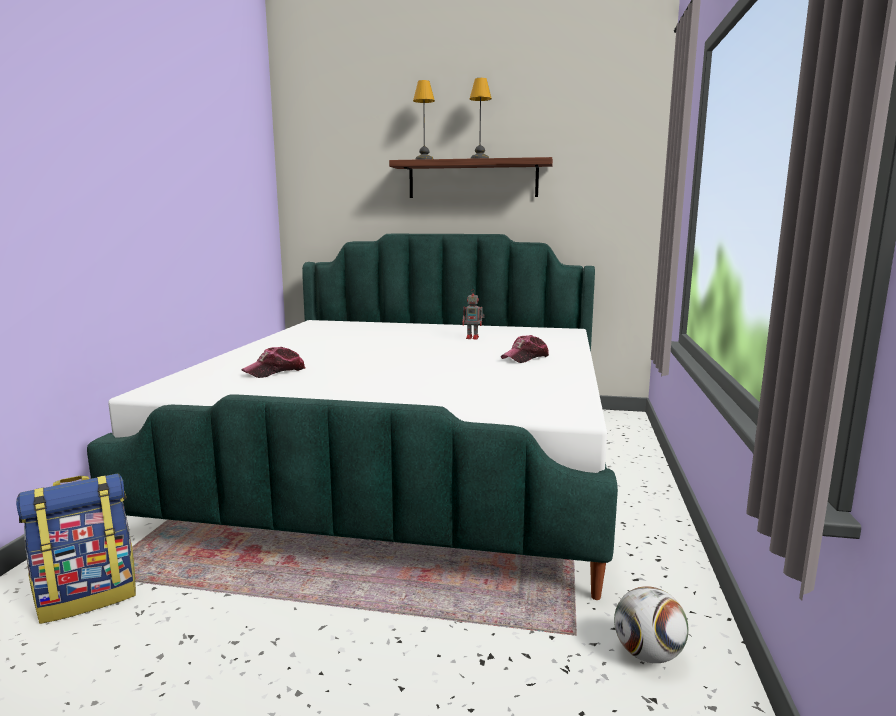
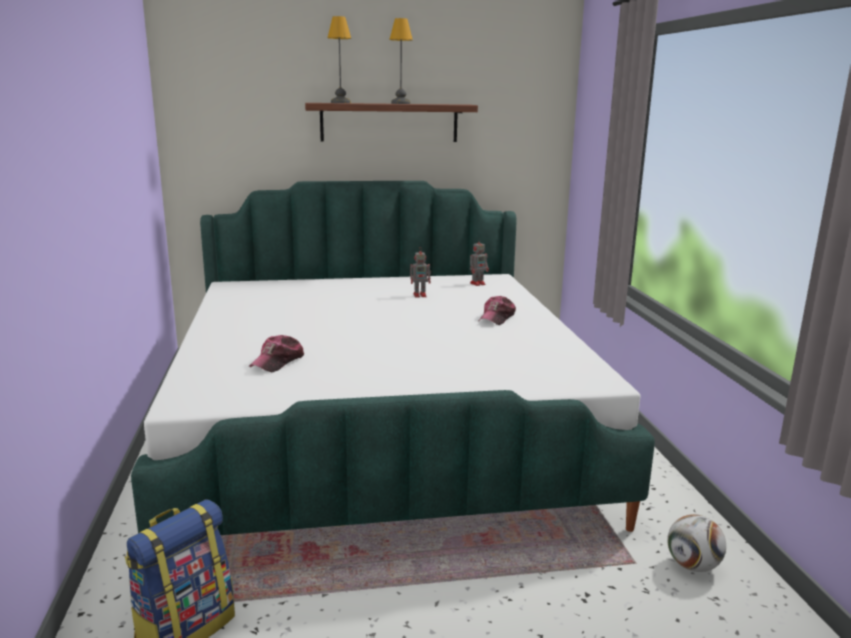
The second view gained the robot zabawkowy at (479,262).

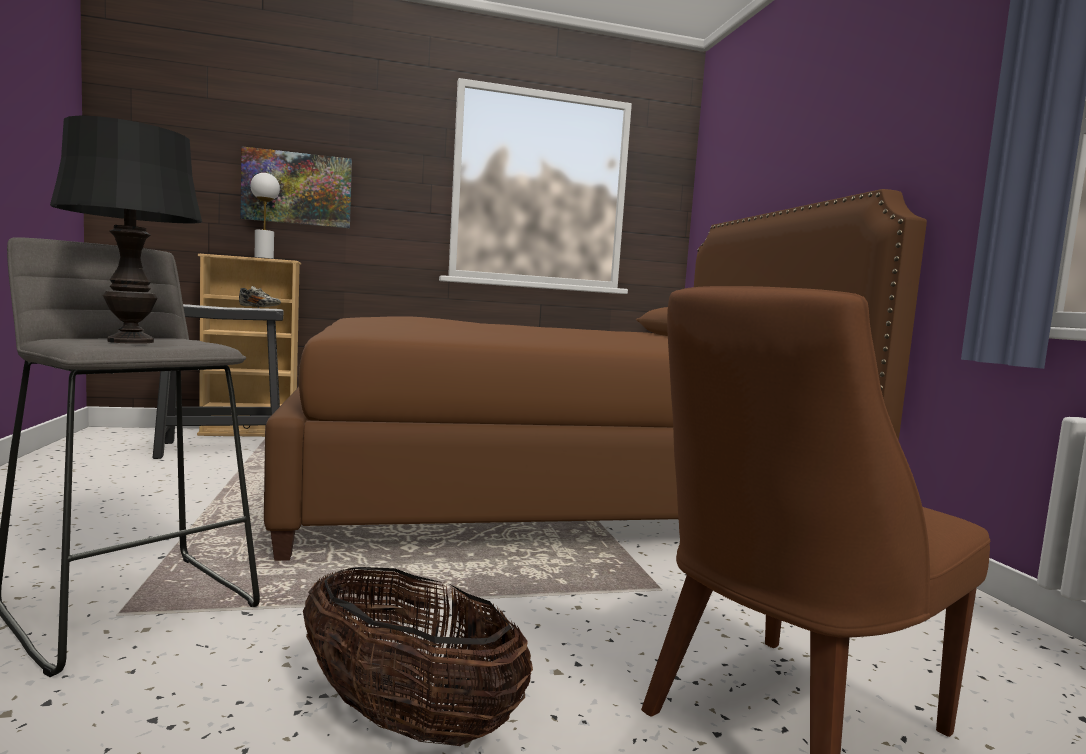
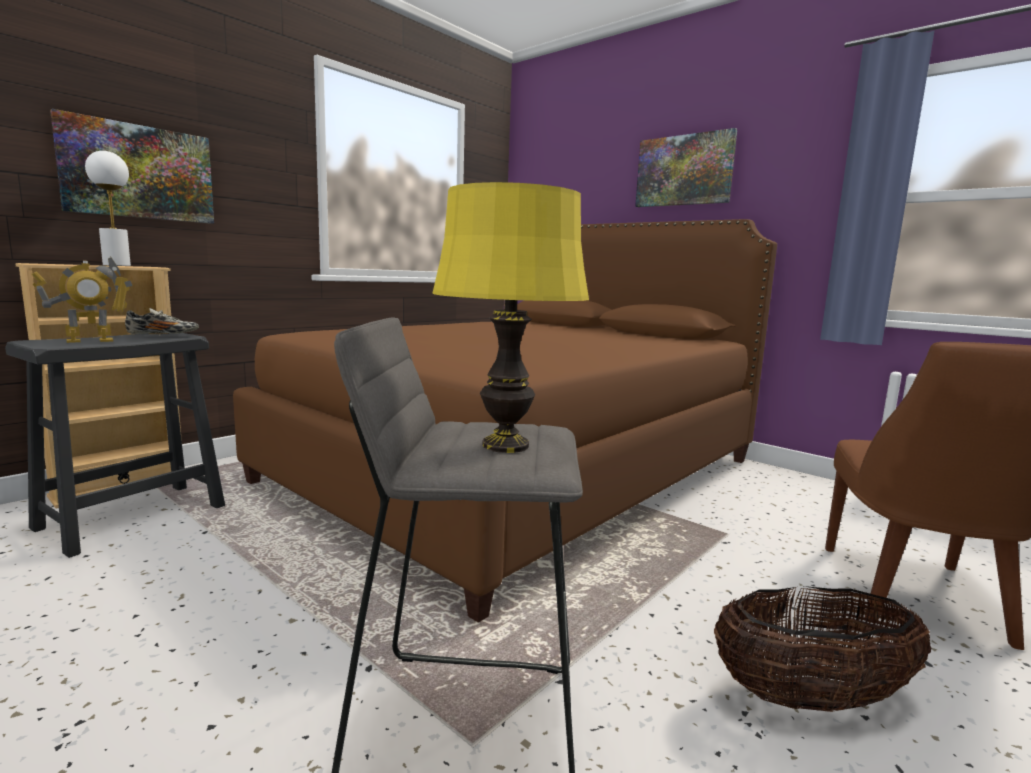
What was the lampa stołowa [czarny] at (126,229) turned into the lampa stołowa [żółty] at (511,317).
The second view gained the obraz at (686,167).
The second view gained the robot zabawkowy at (82,299).

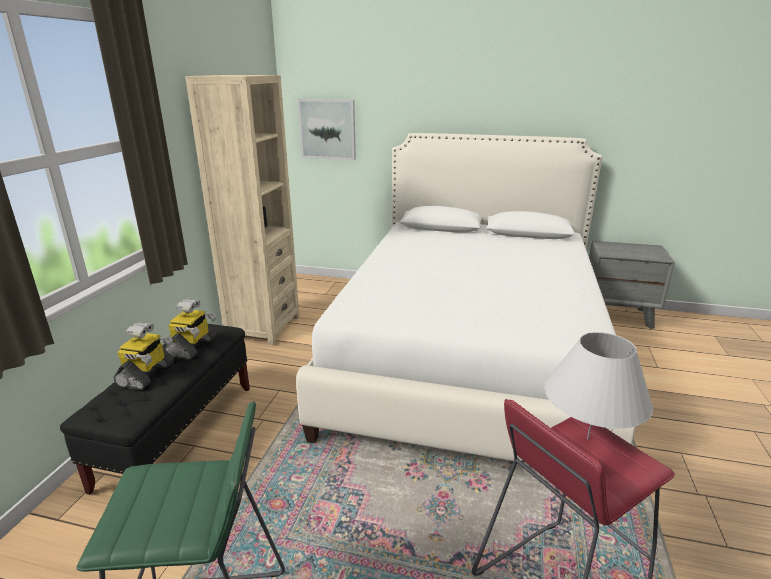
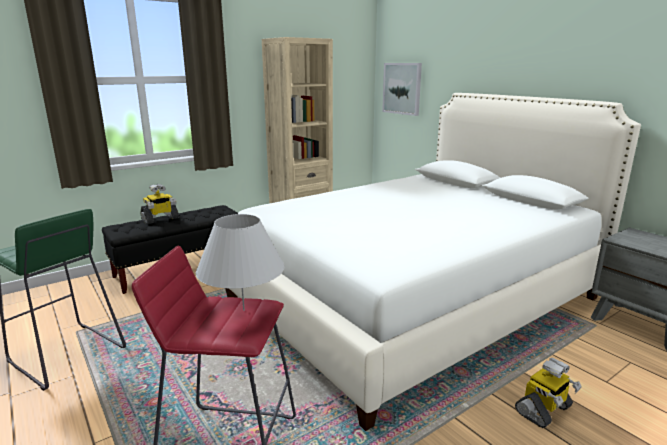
The robot zabawkowy ended up elsewhere, having gone from (190,329) to (548,393).

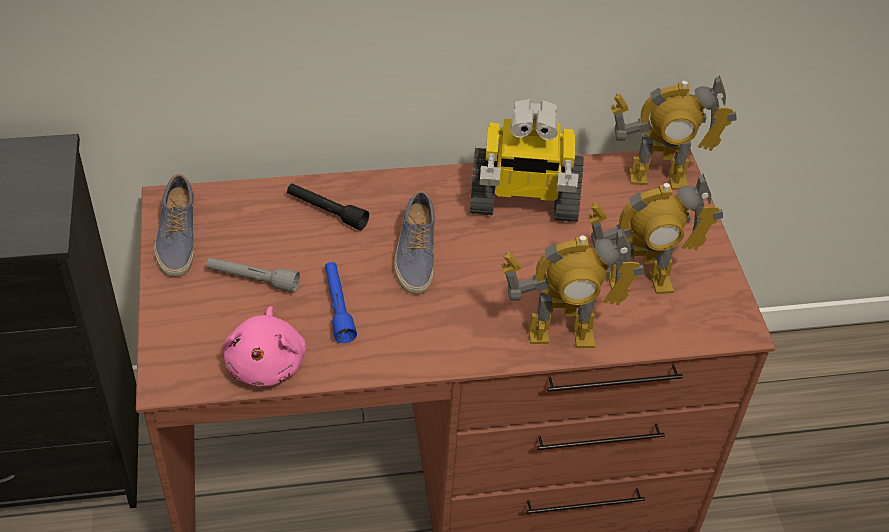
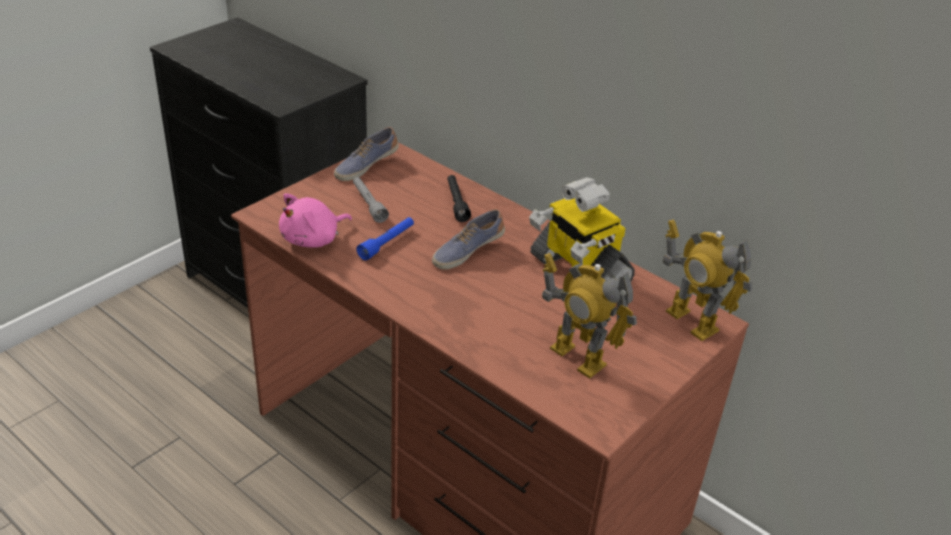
The second view lost the robot zabawkowy at (572,288).

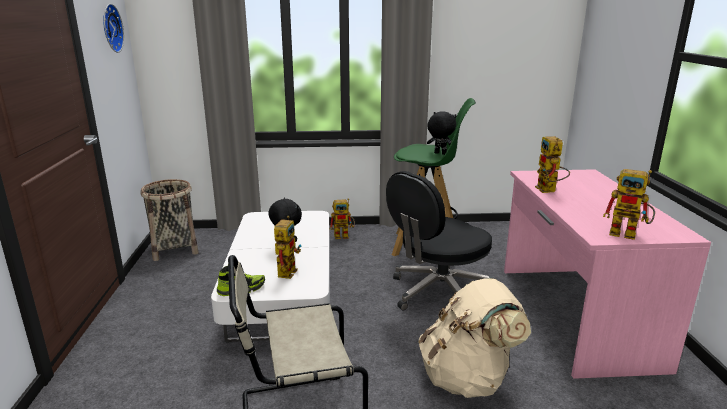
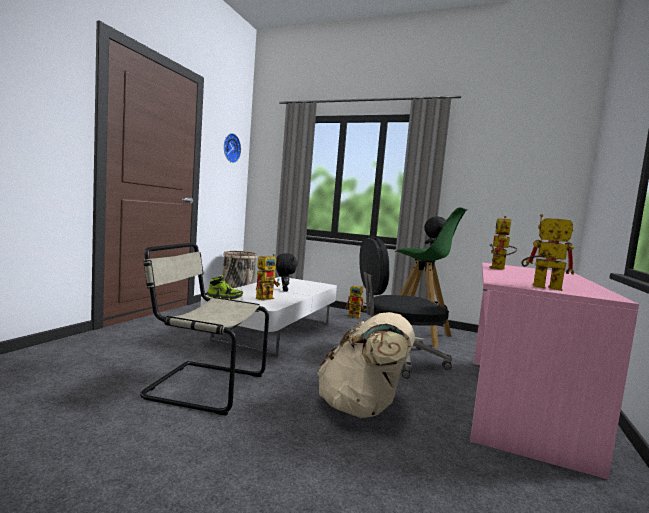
The robot zabawkowy at (629,204) ended up facing another way, 150 degrees clockwise from before.

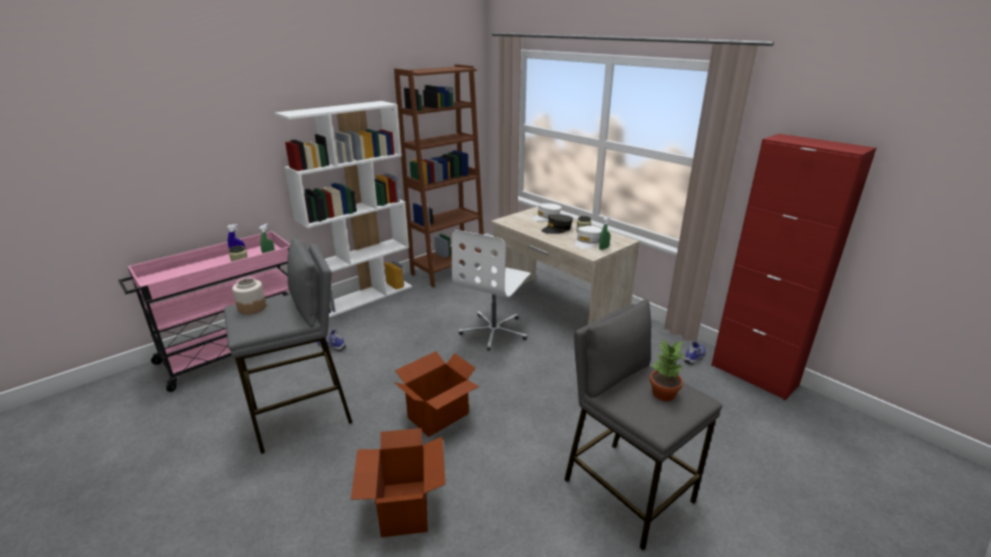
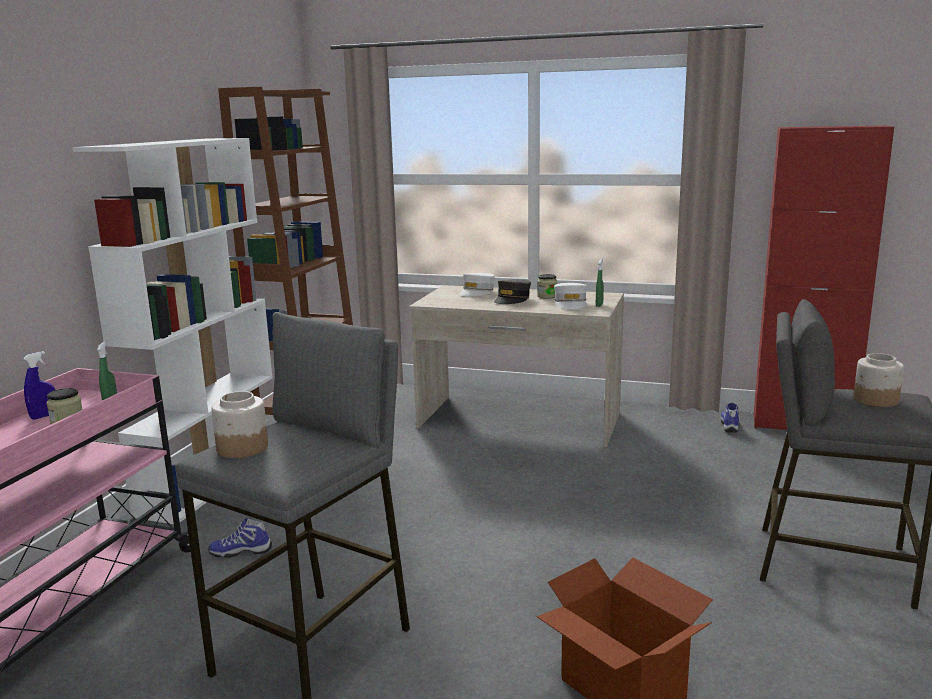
The second view lost the krzesło biurowe [biały] at (491,290).
Where the roślina doniczkowa stood at (668,370), the słoik came to stand at (879,380).
The second view lost the karton at (436,394).

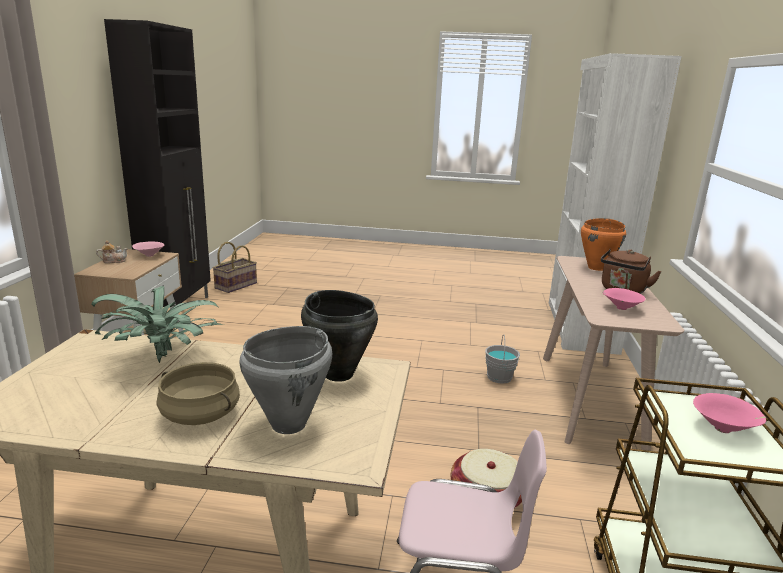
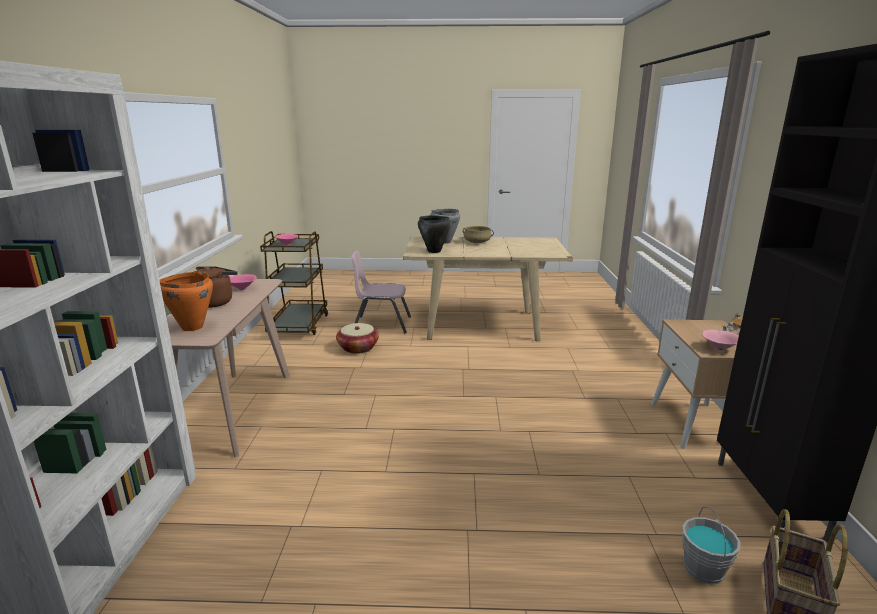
The second view lost the roślina doniczkowa at (157,324).
The wiadro [szary] ended up elsewhere, having gone from (502,359) to (711,545).

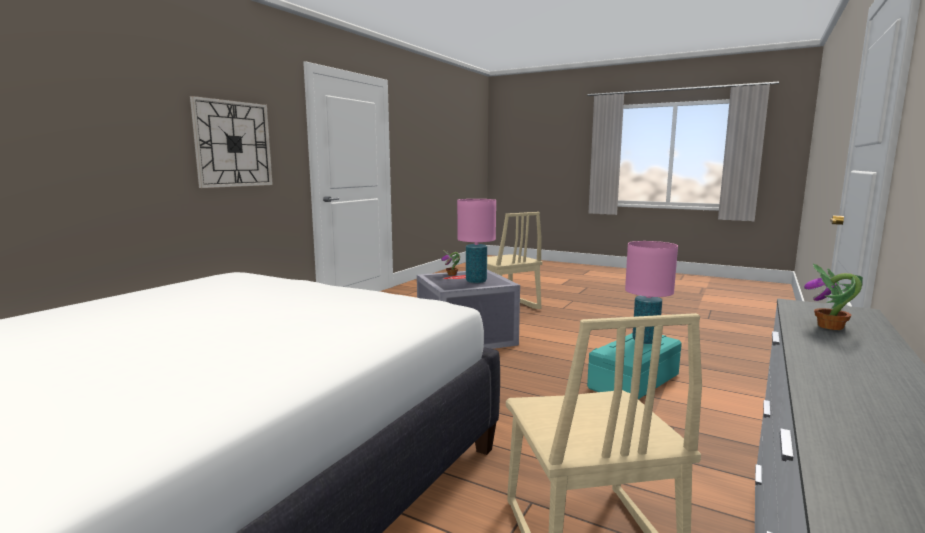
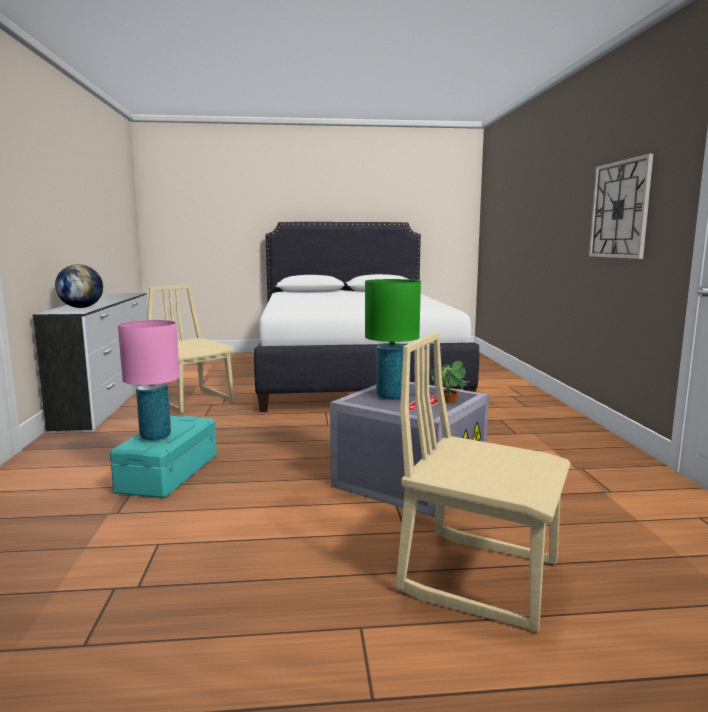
What was the lampa stołowa [różowy] at (476,241) turned into the lampa stołowa [zielony] at (393,339).
Where the roślina doniczkowa stood at (833,297), the globus came to stand at (79,286).

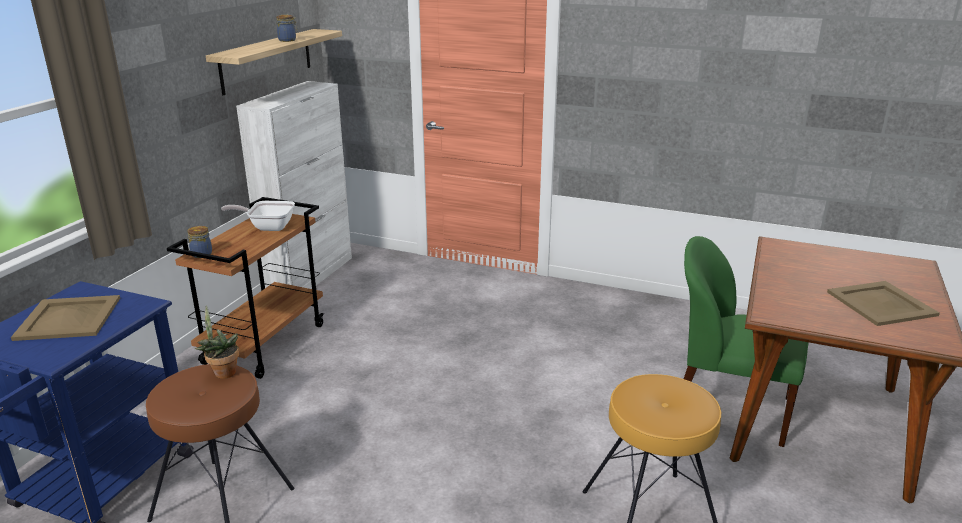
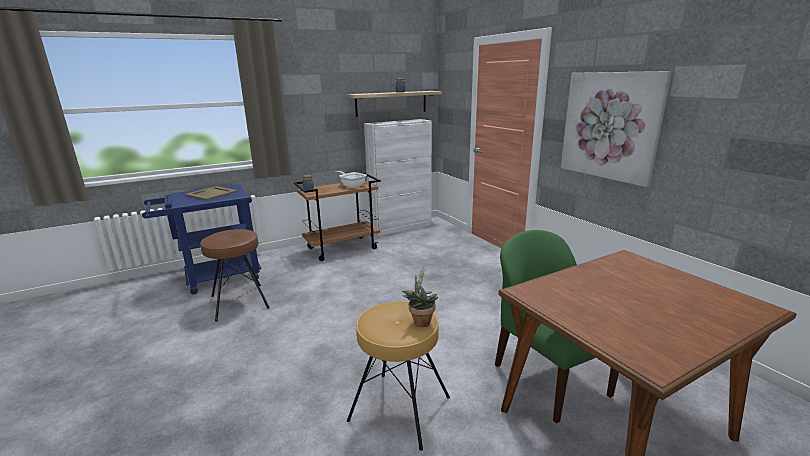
The second view lost the taca [beżowy] at (883,303).
The roślina doniczkowa ended up elsewhere, having gone from (217,342) to (420,296).
The second view gained the obraz at (616,129).

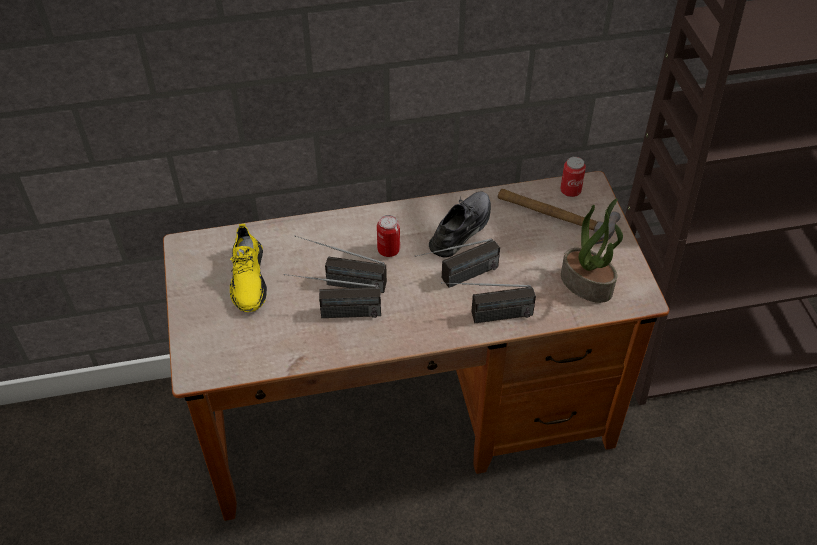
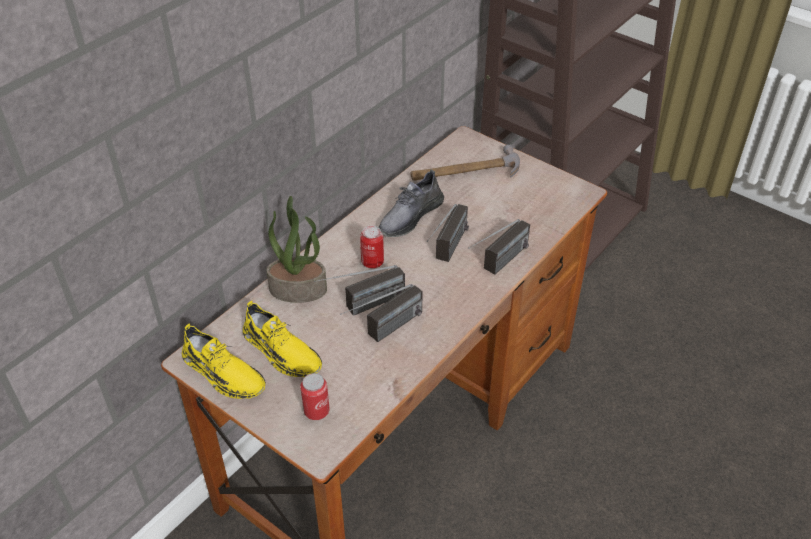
The puszka ended up elsewhere, having gone from (573,177) to (315,396).
The but [szary] at (460,225) ended up facing another way, 135 degrees counterclockwise from before.
The roślina doniczkowa ended up elsewhere, having gone from (592,250) to (296,249).
The second view gained the but [żółty] at (224,361).

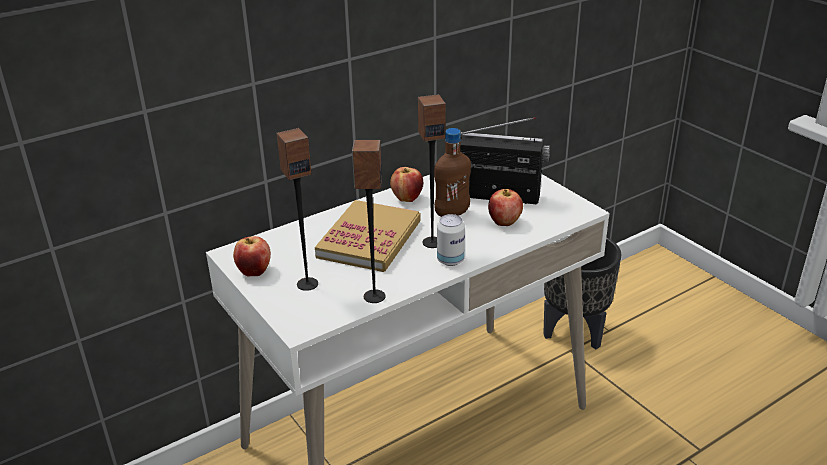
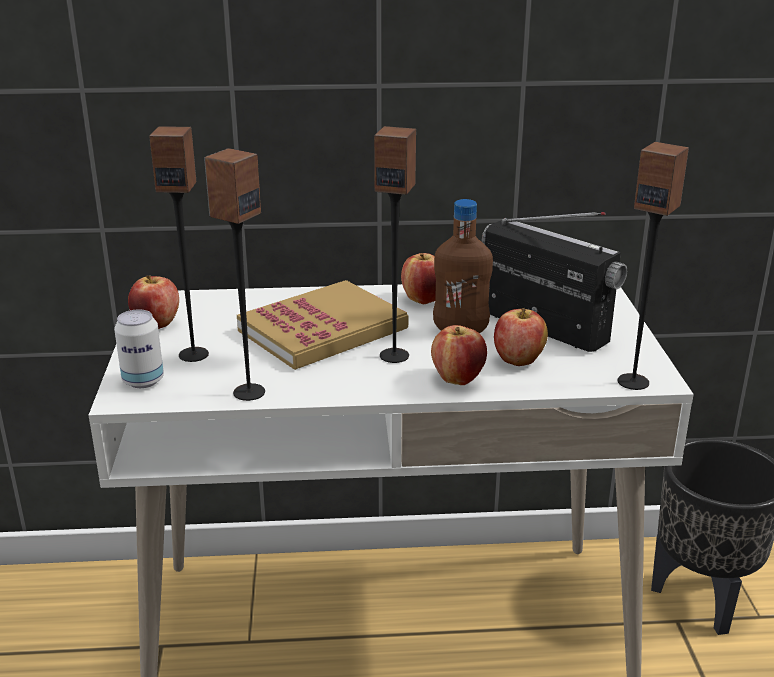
The puszka ended up elsewhere, having gone from (451,240) to (139,349).
The second view gained the głośnik at (653,266).
The second view gained the jabłko at (459,355).

